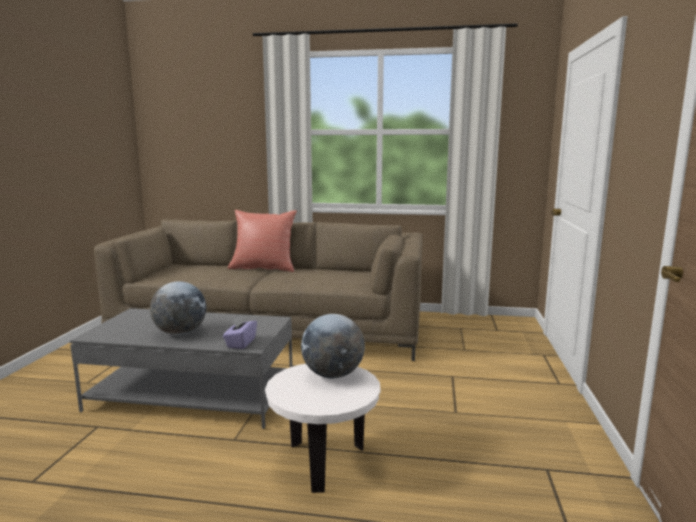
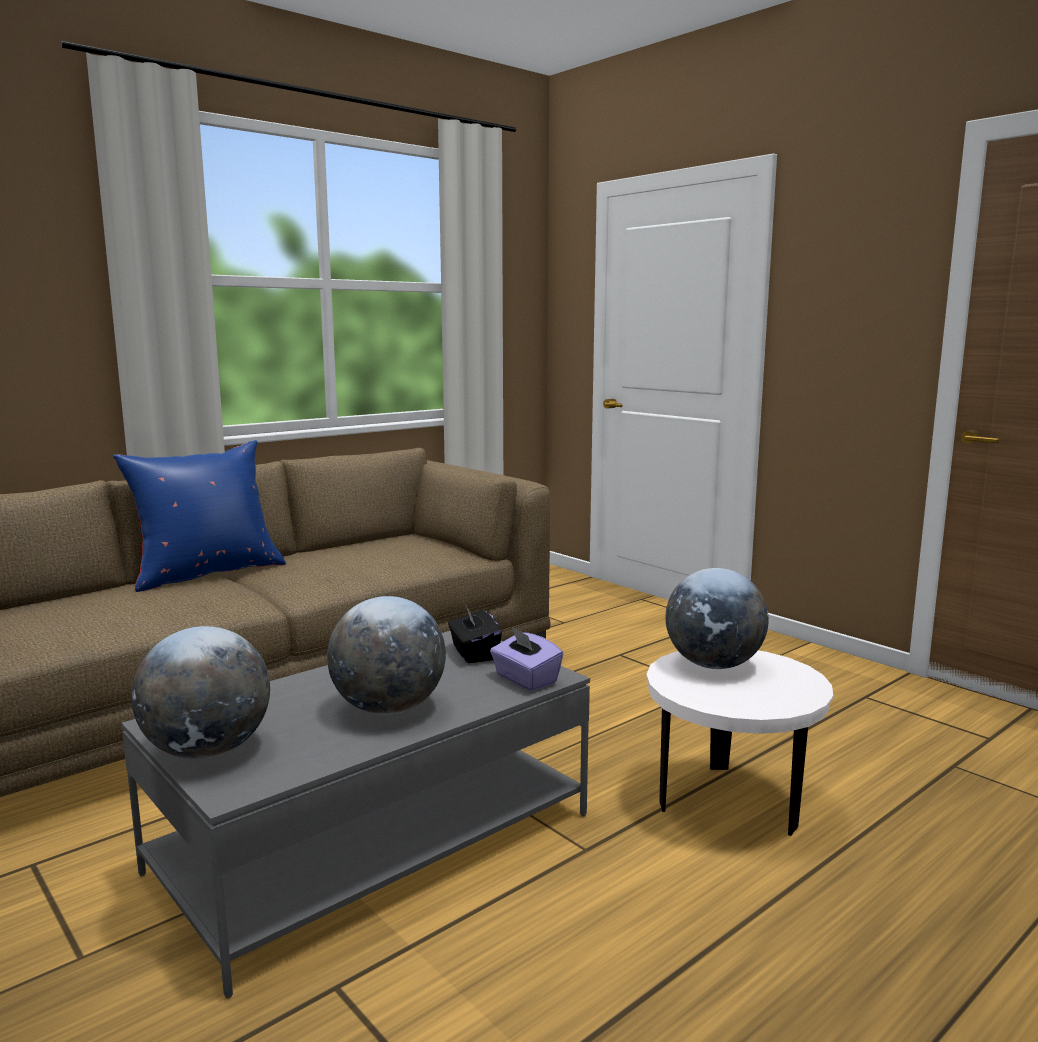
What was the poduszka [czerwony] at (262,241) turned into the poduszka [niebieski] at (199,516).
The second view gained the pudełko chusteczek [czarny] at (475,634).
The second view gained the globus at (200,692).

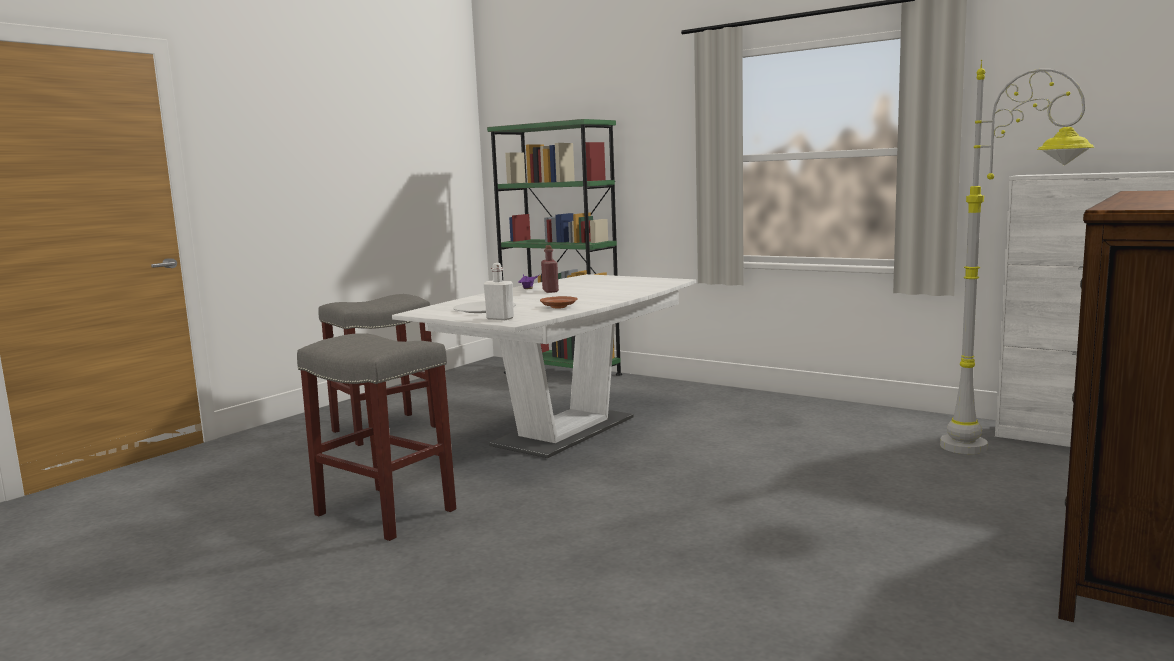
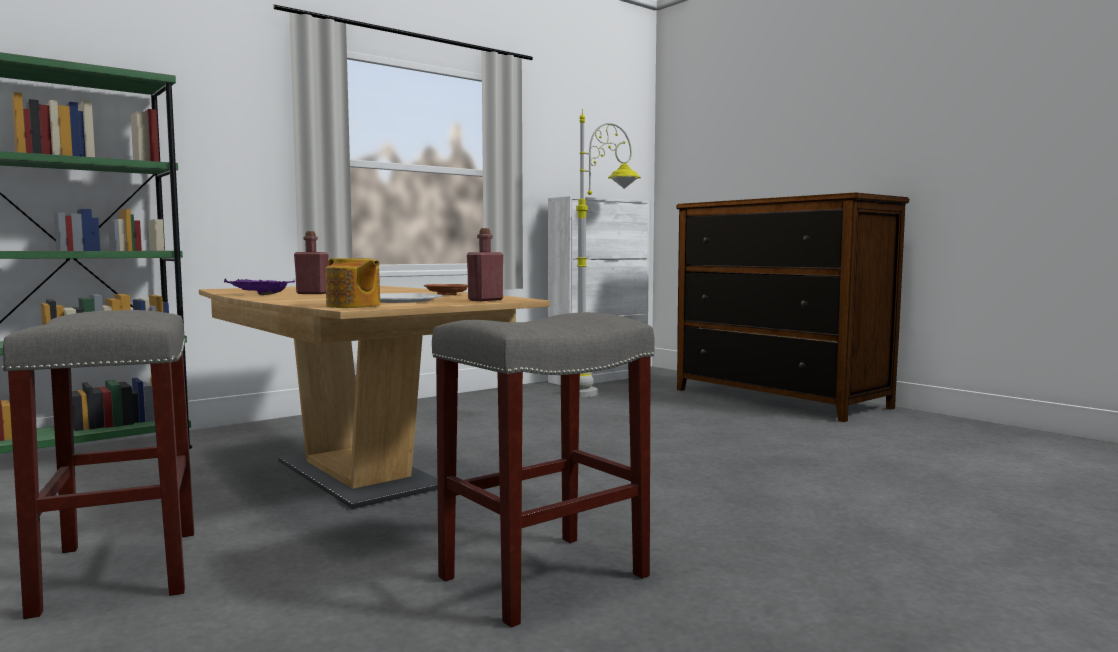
What was the butelka [biały] at (498,291) turned into the butelka [czerwony] at (485,264).
What was the stół jadalny [biały] at (544,366) turned into the stół jadalny [brązowy] at (374,397).
The second view gained the imbryk at (353,283).

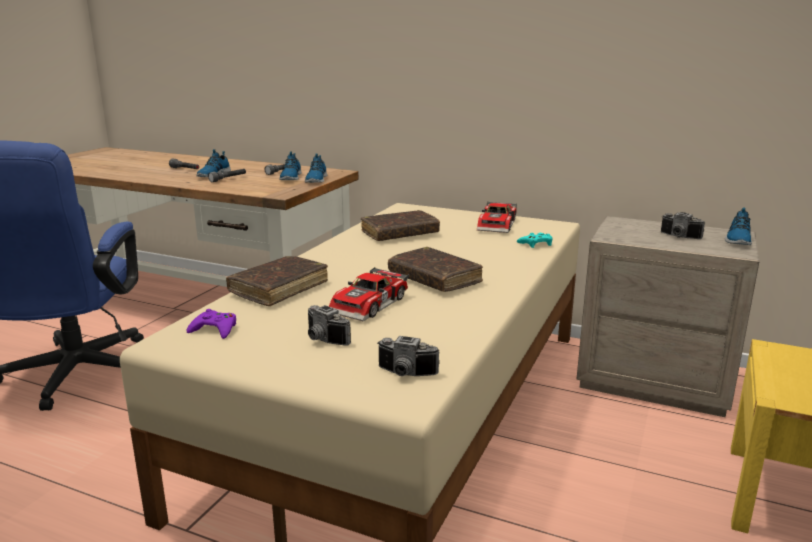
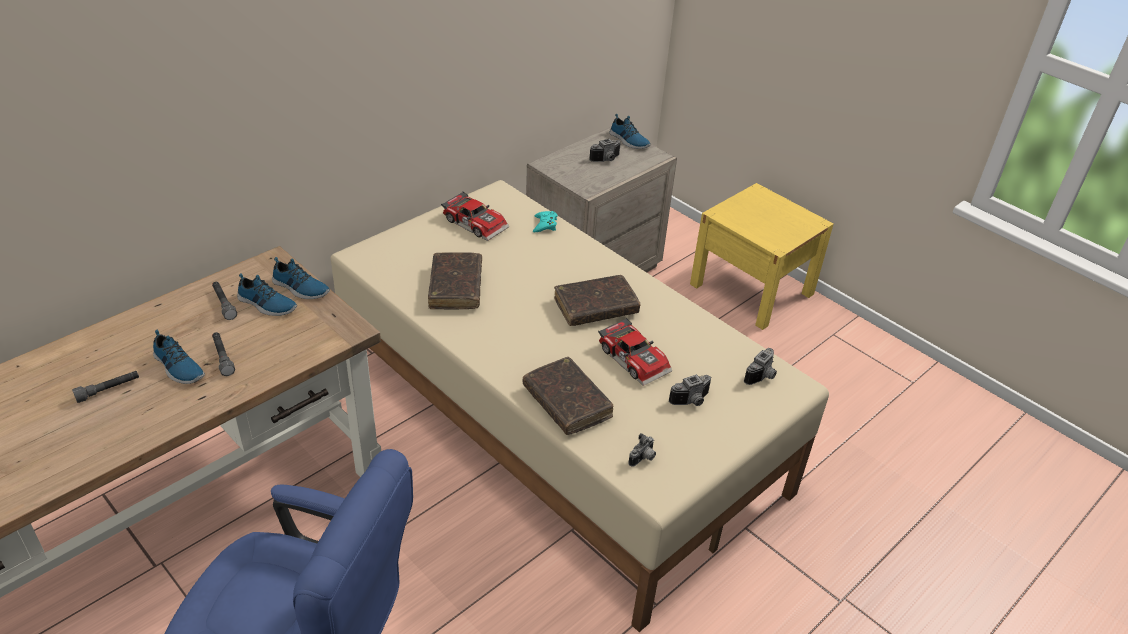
Where the pad do gier [fioletowy] stood at (211,324), the aparat fotograficzny came to stand at (642,450).

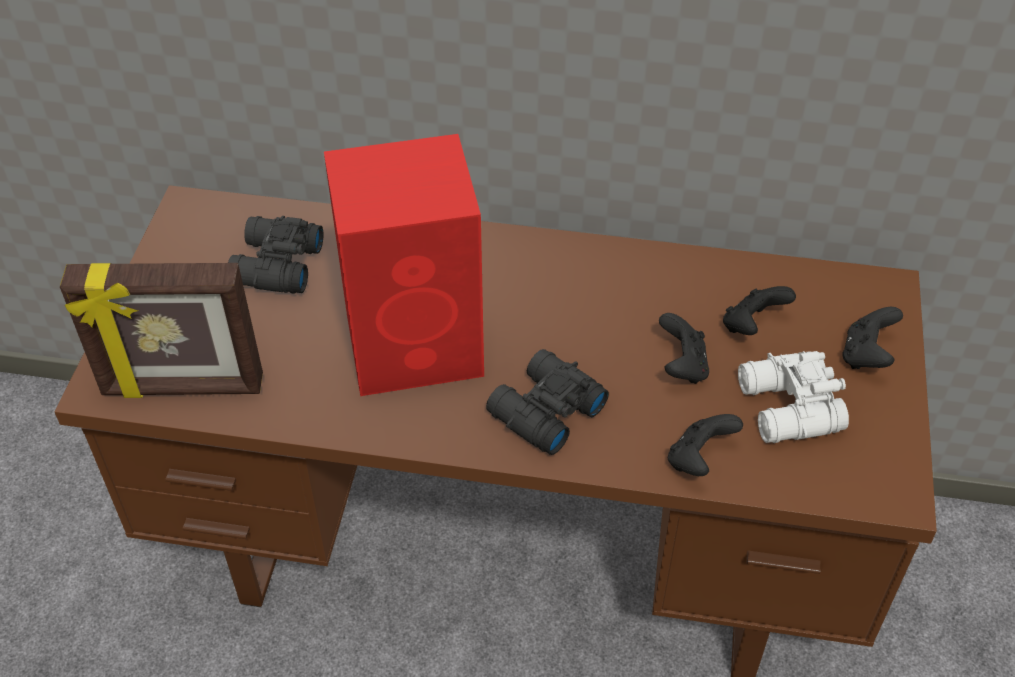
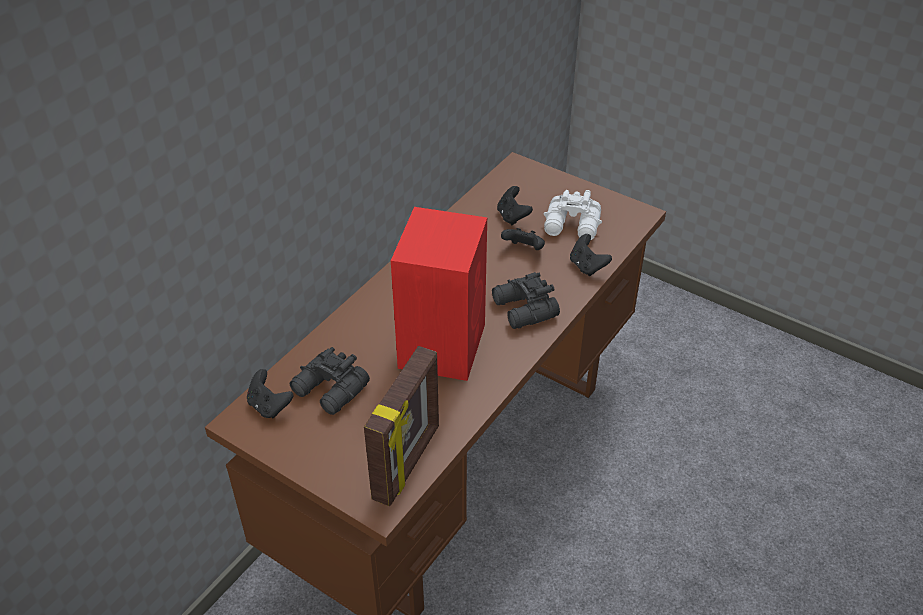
The pad do gier [czarny] ended up elsewhere, having gone from (872,338) to (270,393).

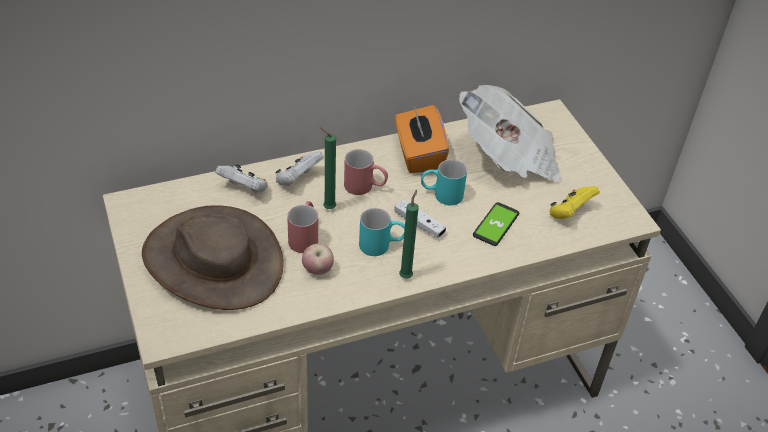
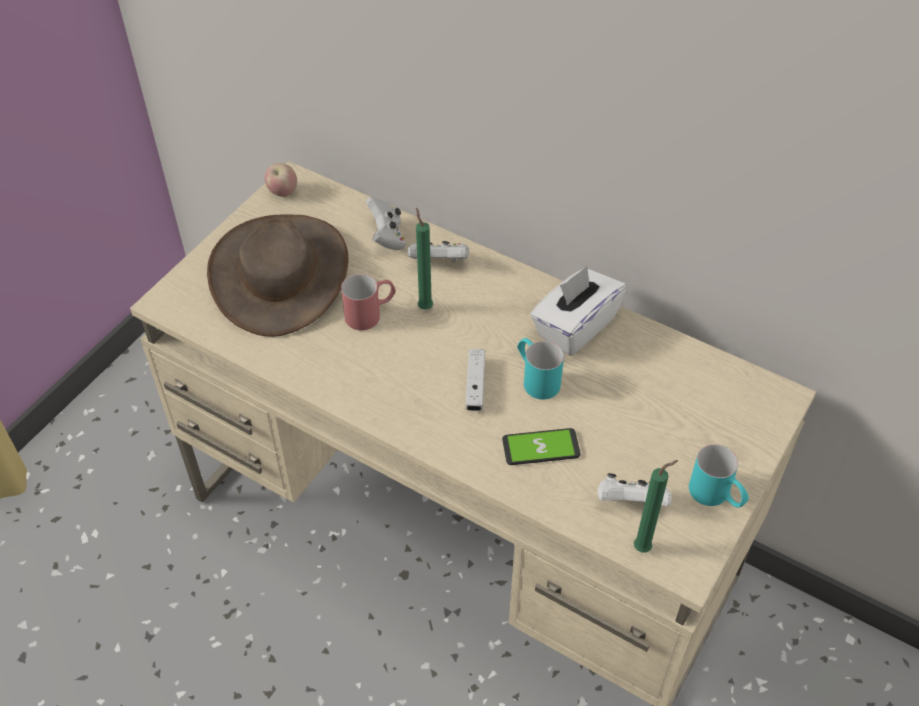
The second view lost the gazeta at (510,133).
What was the pudełko chusteczek [pomarańczowy] at (422,139) turned into the pudełko chusteczek [biały] at (578,311).
The second view lost the kubek [czerwony] at (366,172).
What was the pad do gier [żółty] at (574,202) turned into the pad do gier [biały] at (634,489).
The świeca [zielony] ended up elsewhere, having gone from (409,234) to (656,506).
The kubek [turkusowy] ended up elsewhere, having gone from (382,232) to (719,476).
The jabłko ended up elsewhere, having gone from (318,259) to (281,180).

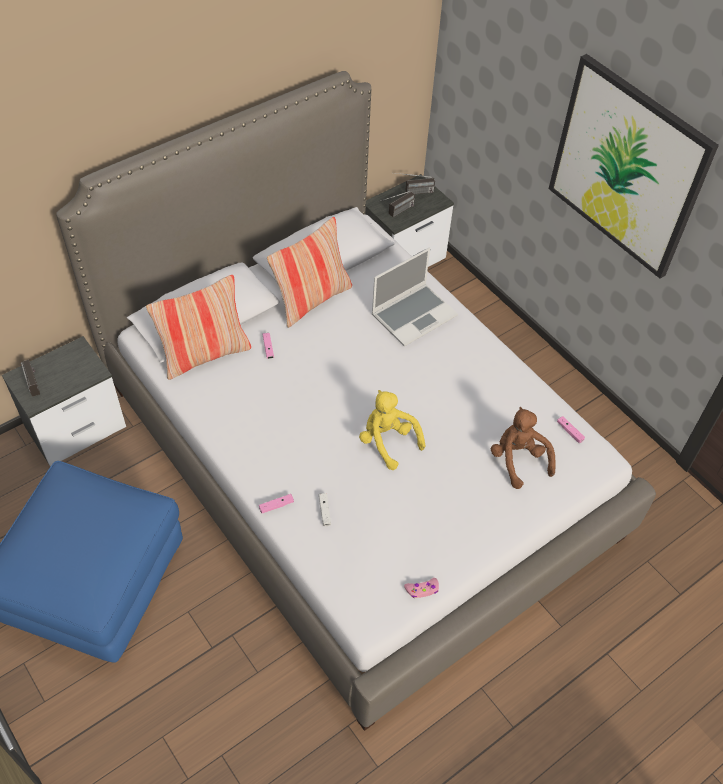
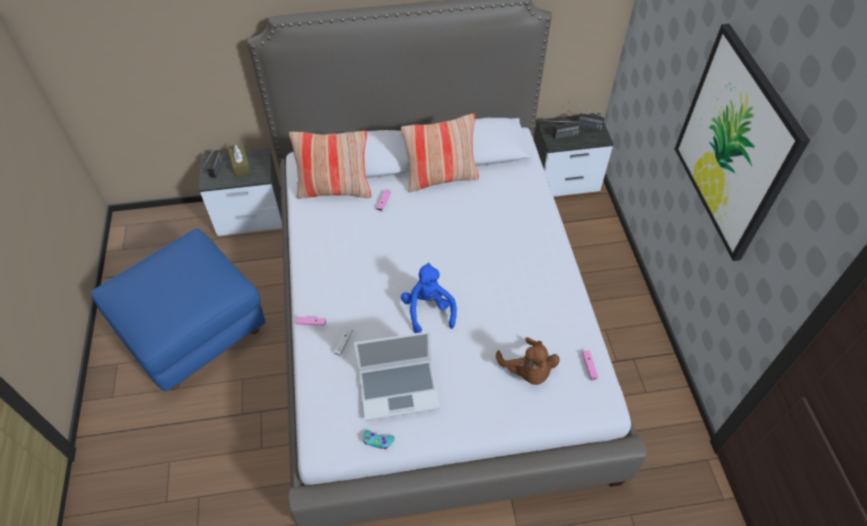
The laptop ended up elsewhere, having gone from (415,297) to (397,376).
What was the pluszak [żółty] at (392,430) turned into the pluszak [niebieski] at (429,298).
The pluszak [brązowy] at (523,448) ended up facing another way, 150 degrees clockwise from before.
What was the pad do gier [różowy] at (421,588) turned into the pad do gier [turkusowy] at (379,439).
The second view gained the pudełko chusteczek [brązowy] at (239,161).

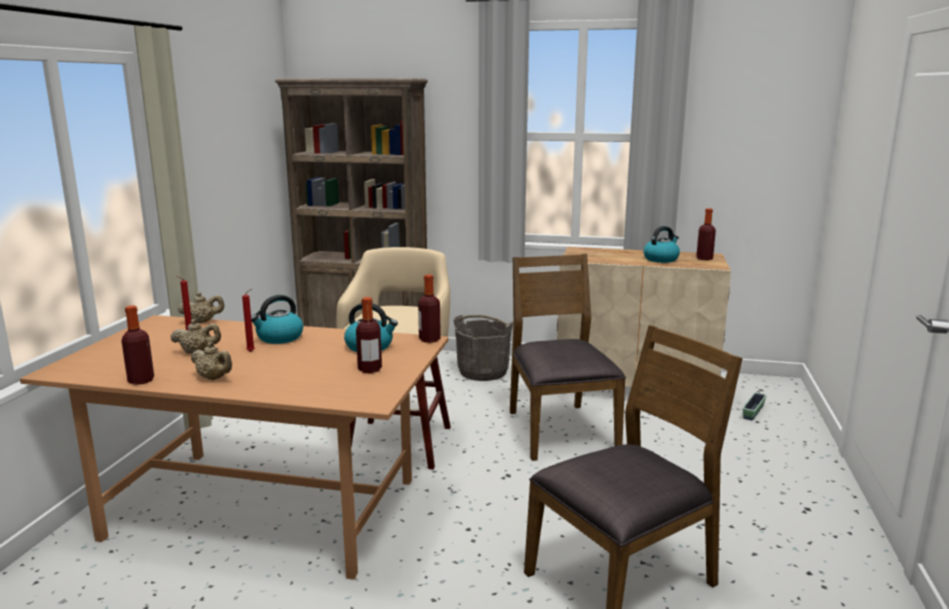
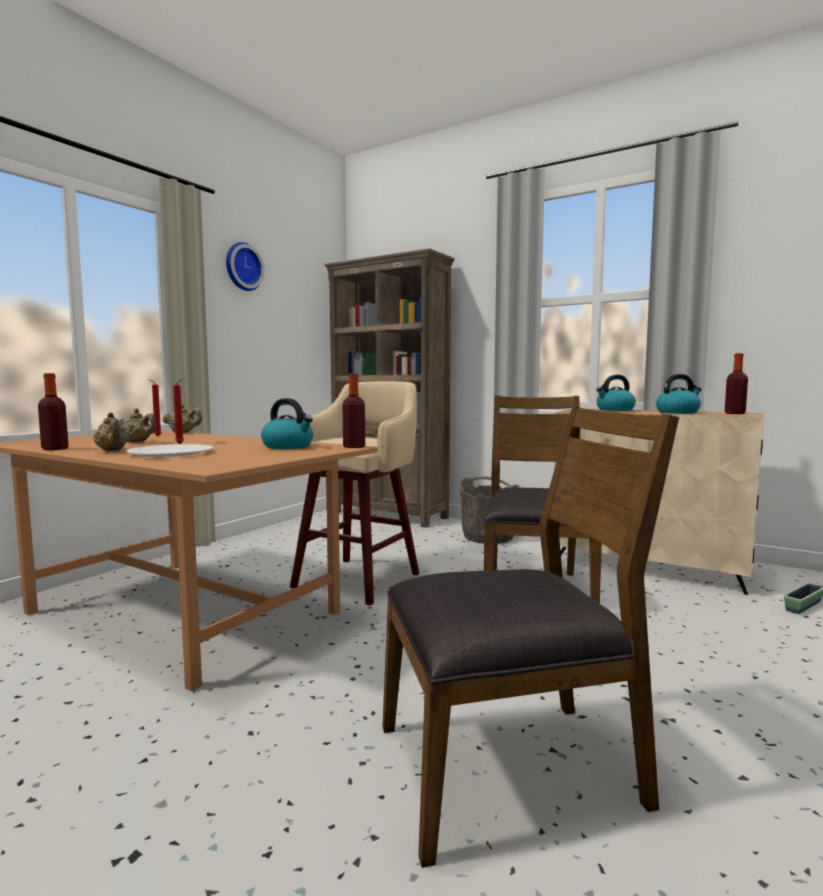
The czajnik ended up elsewhere, having gone from (277,319) to (616,393).
The second view lost the butelka at (369,335).
The second view gained the zegar ścienny at (245,266).
The second view gained the talerz [biały] at (169,450).

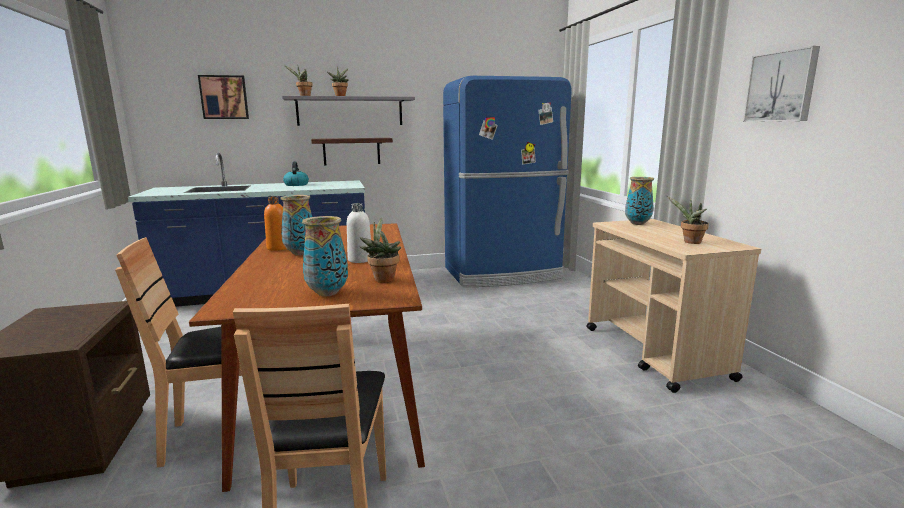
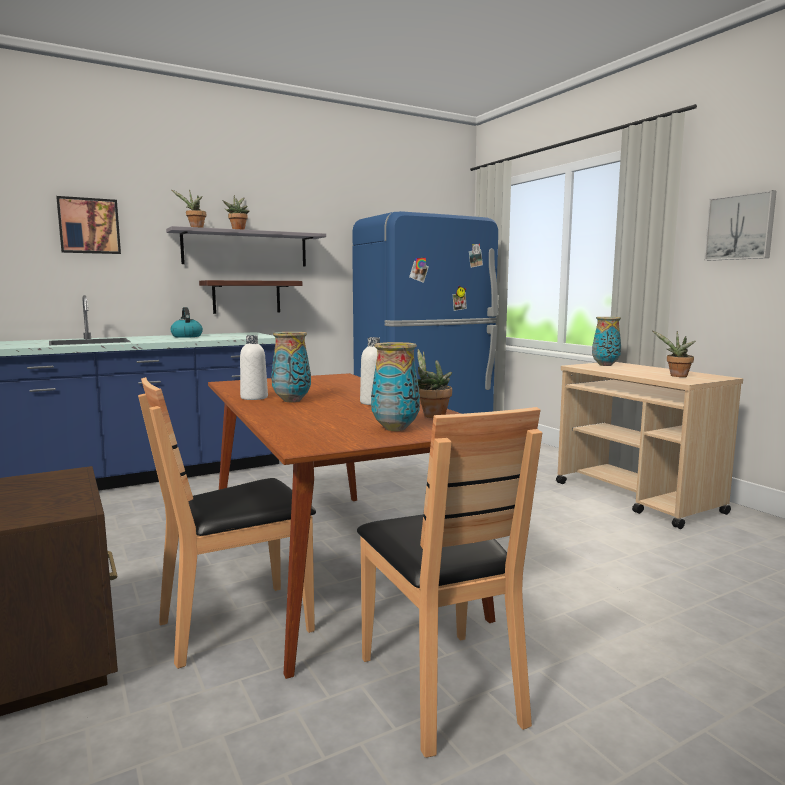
What was the butelka [pomarańczowy] at (275,224) turned into the butelka [biały] at (254,367).

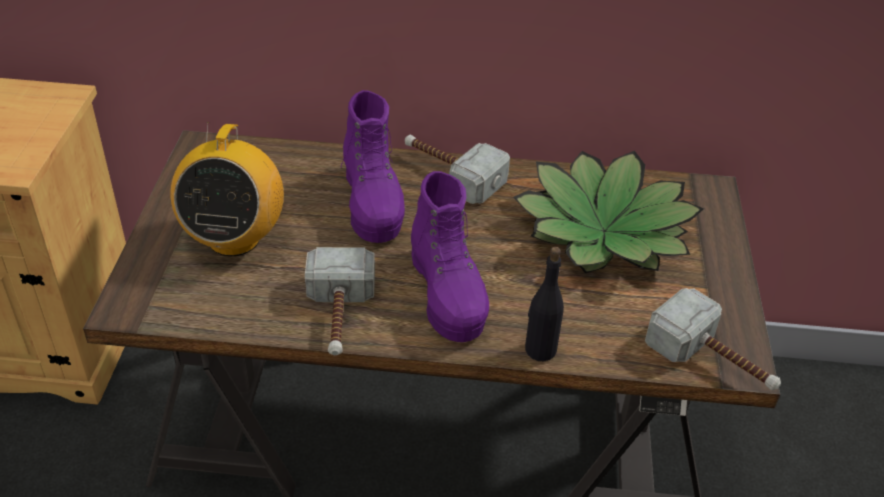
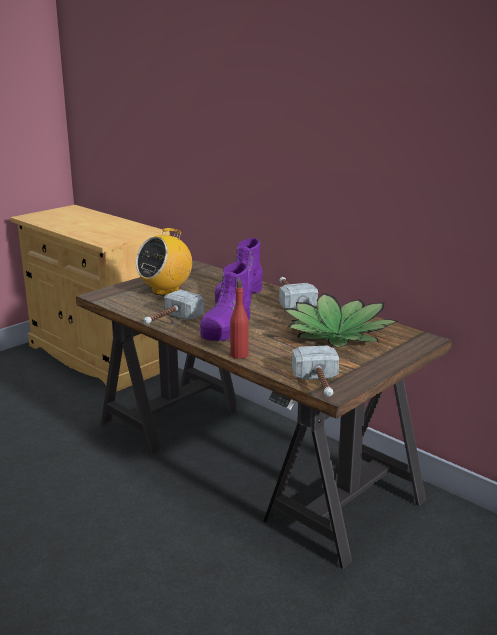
What was the butelka [czarny] at (544,304) turned into the butelka [czerwony] at (239,320).

